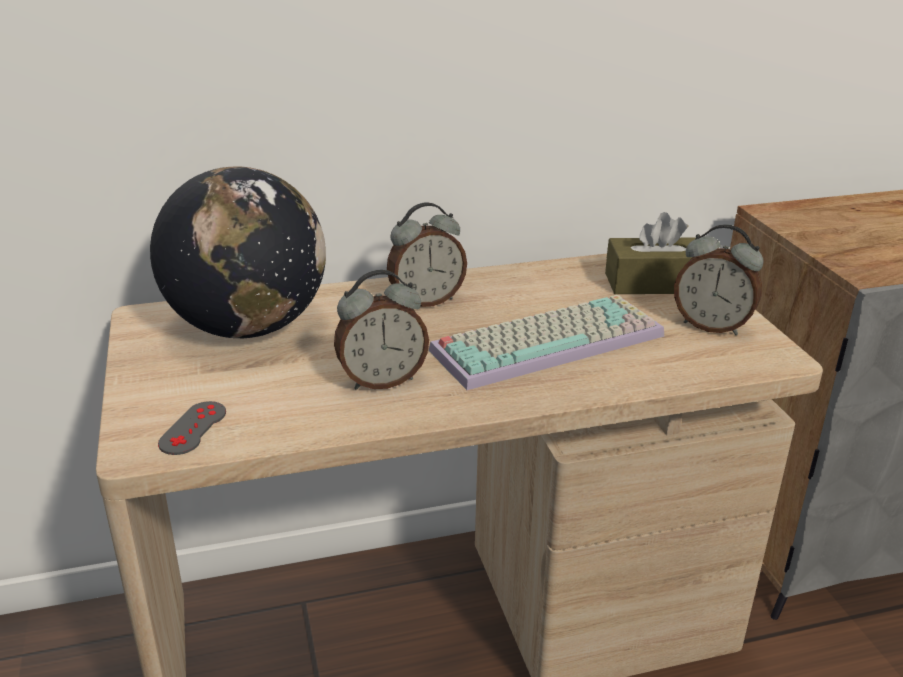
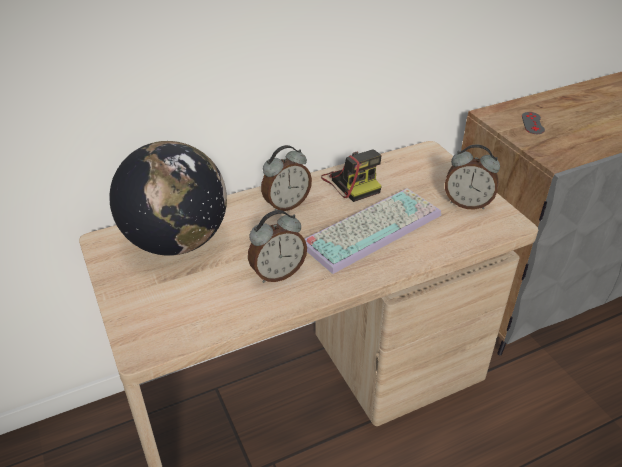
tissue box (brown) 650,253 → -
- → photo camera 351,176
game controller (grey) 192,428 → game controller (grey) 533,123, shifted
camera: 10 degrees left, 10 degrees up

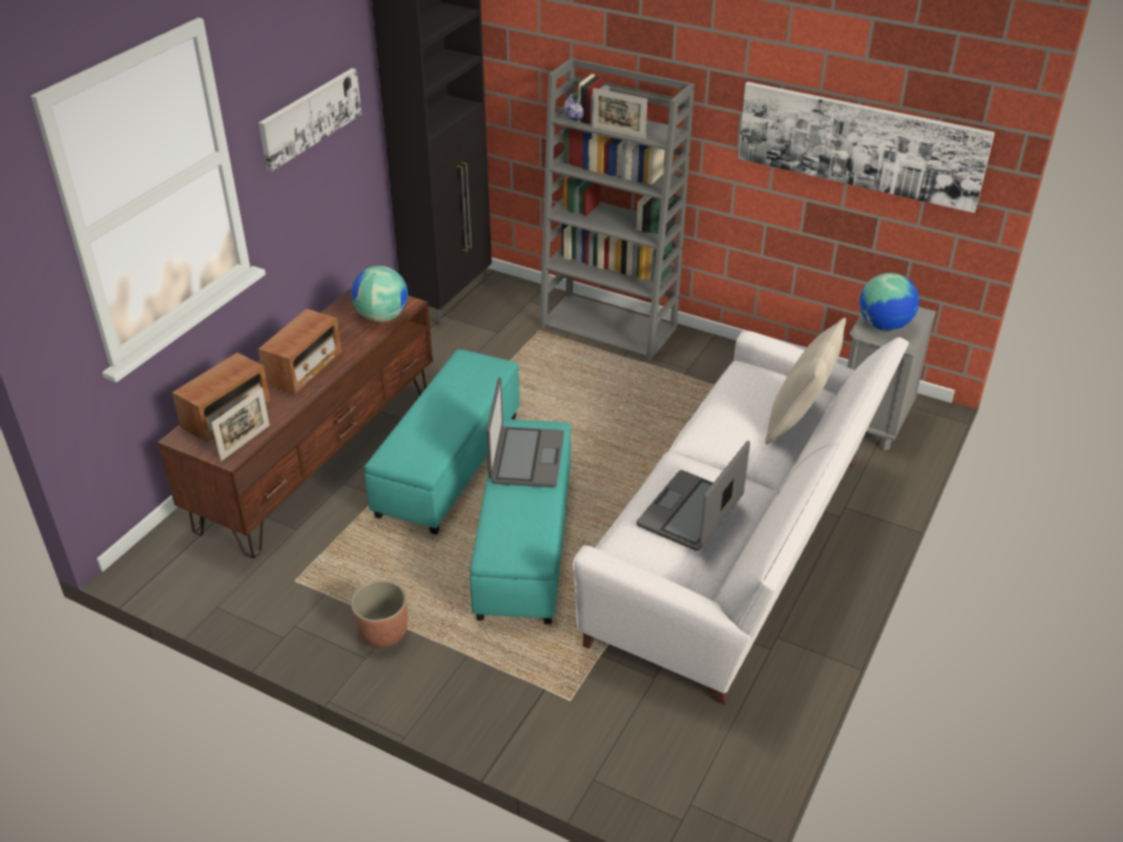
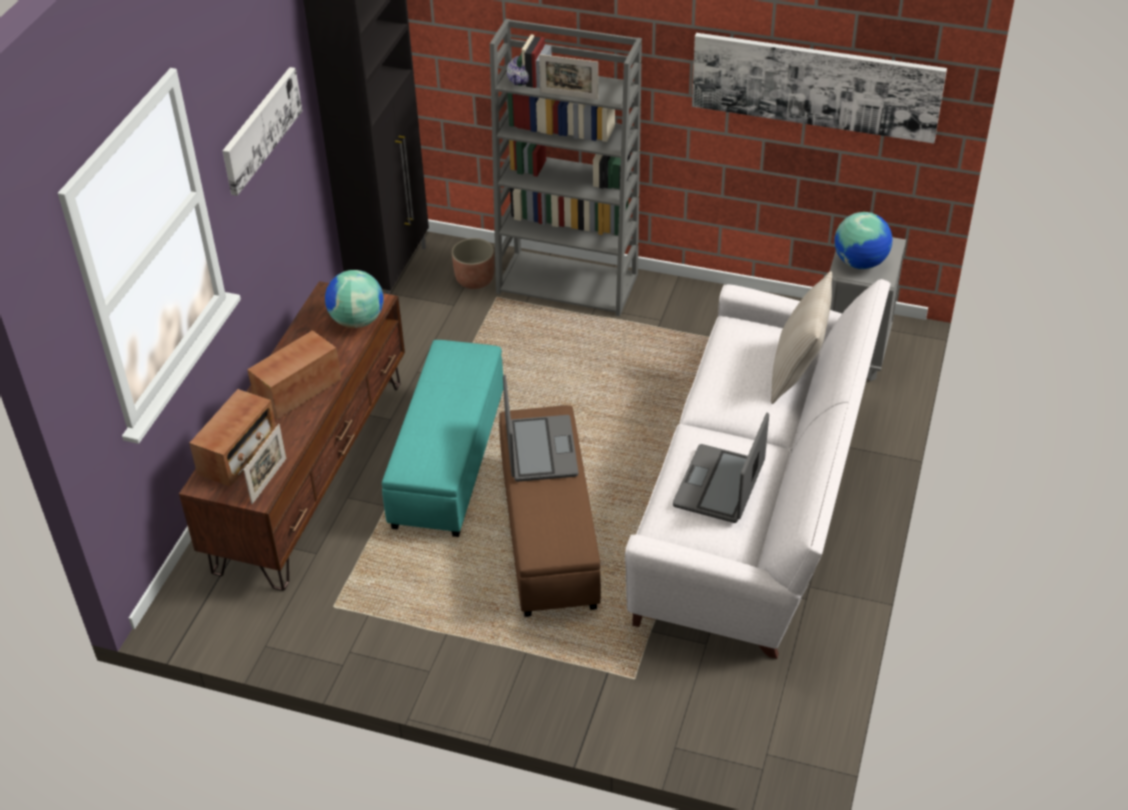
planter 379,614 → planter 473,263, shifted
ottoman (turquoise) 520,521 → ottoman (brown) 550,511
radio 299,351 → radio 294,374, 150 degrees counterclockwise
camera: 10 degrees left, 5 degrees up

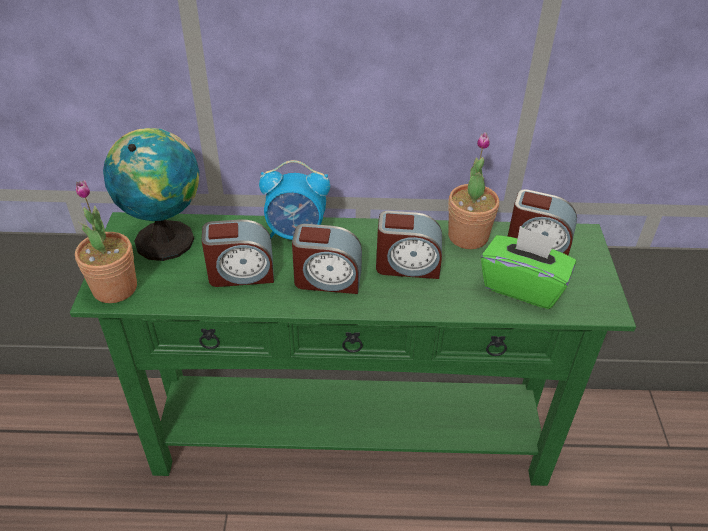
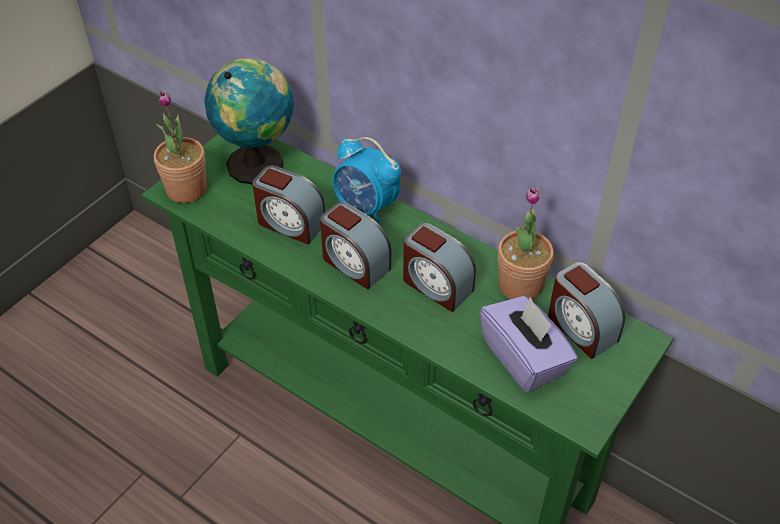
tissue box (green) 528,267 → tissue box (purple) 529,344
camera: 35 degrees right, 5 degrees up

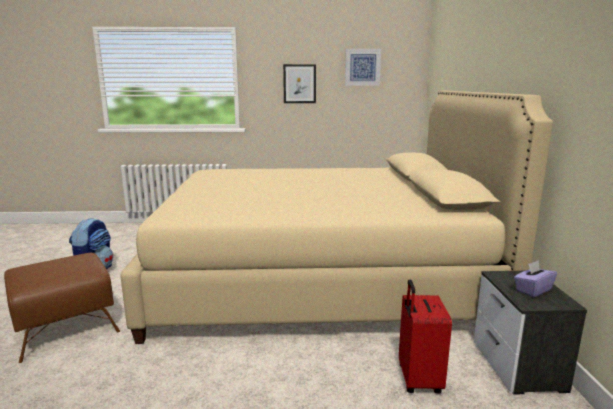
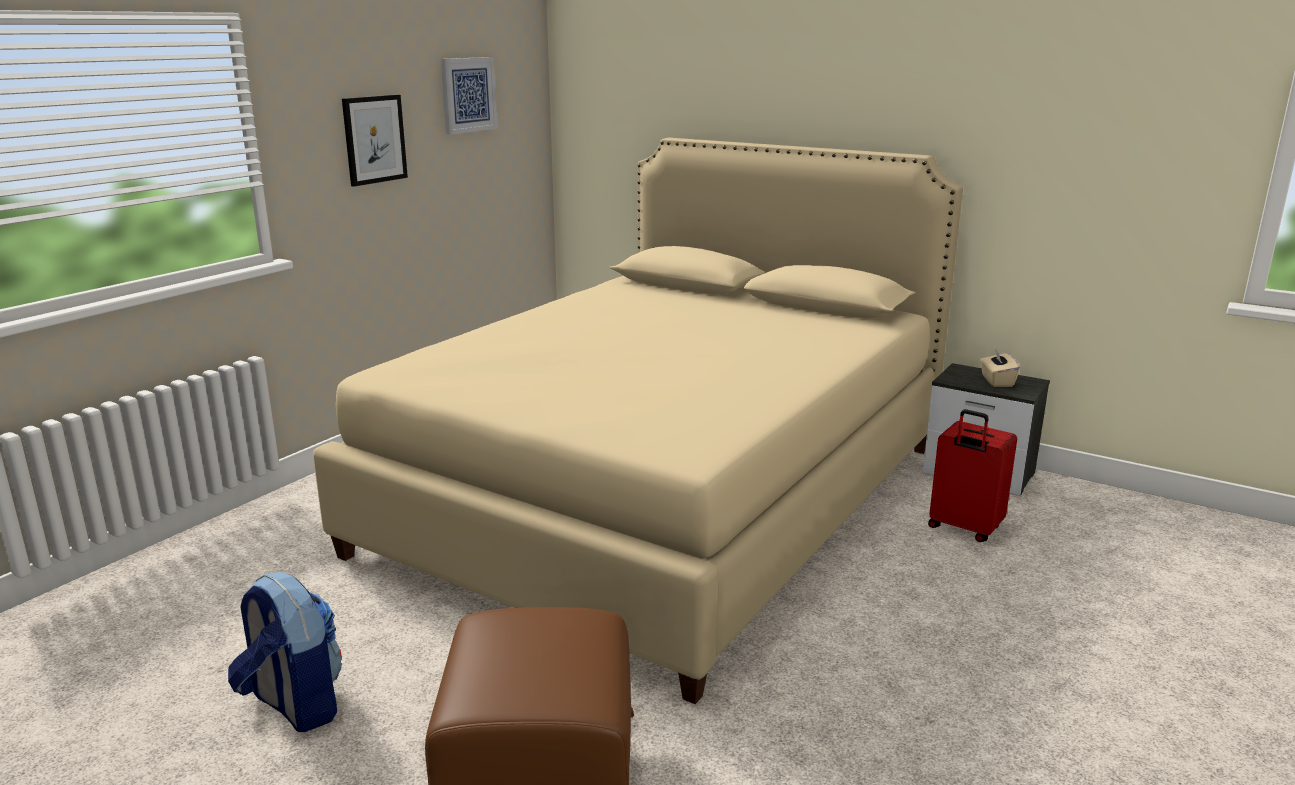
tissue box (purple) 535,278 → tissue box (beige) 1000,367
camera: 55 degrees left, 5 degrees up

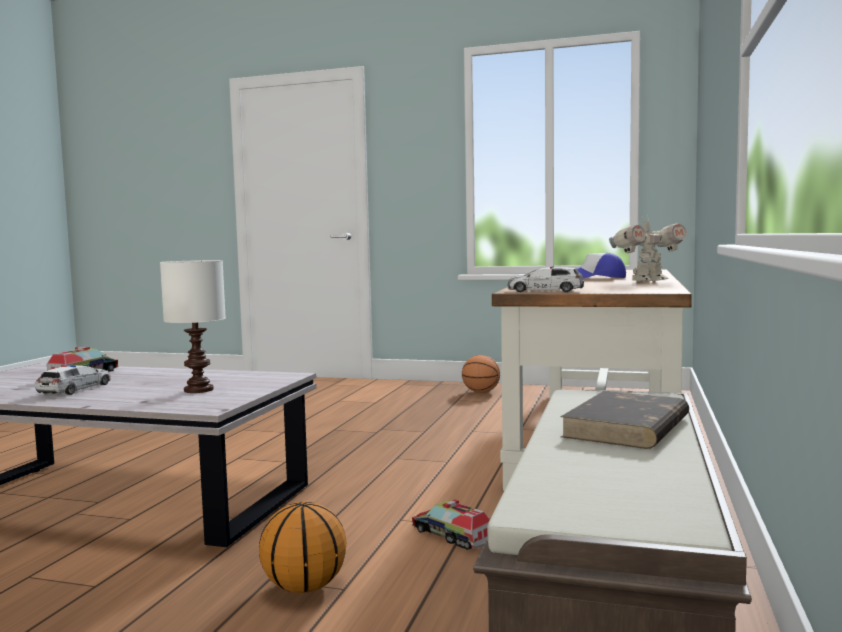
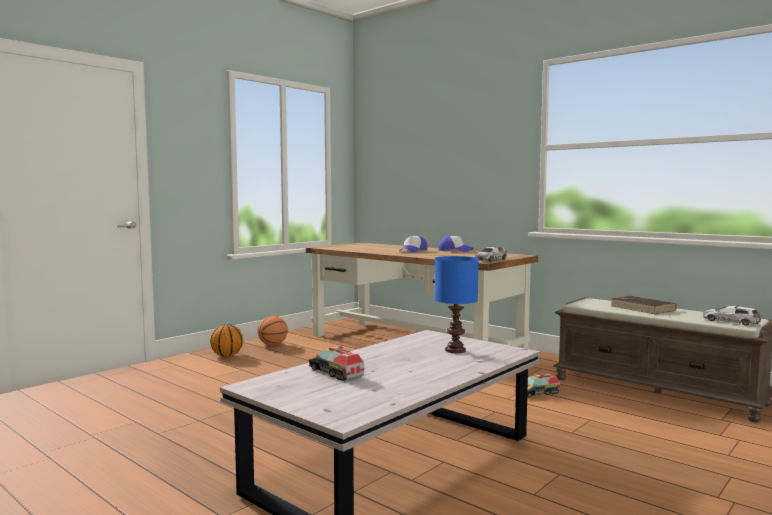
toy car 73,380 → toy car 732,316, shifted
basketball 302,547 → basketball 226,340, shifted
toy robot 648,248 → cap 455,244
table lamp (white) 193,326 → table lamp (blue) 456,304
camera: 65 degrees left, 0 degrees up

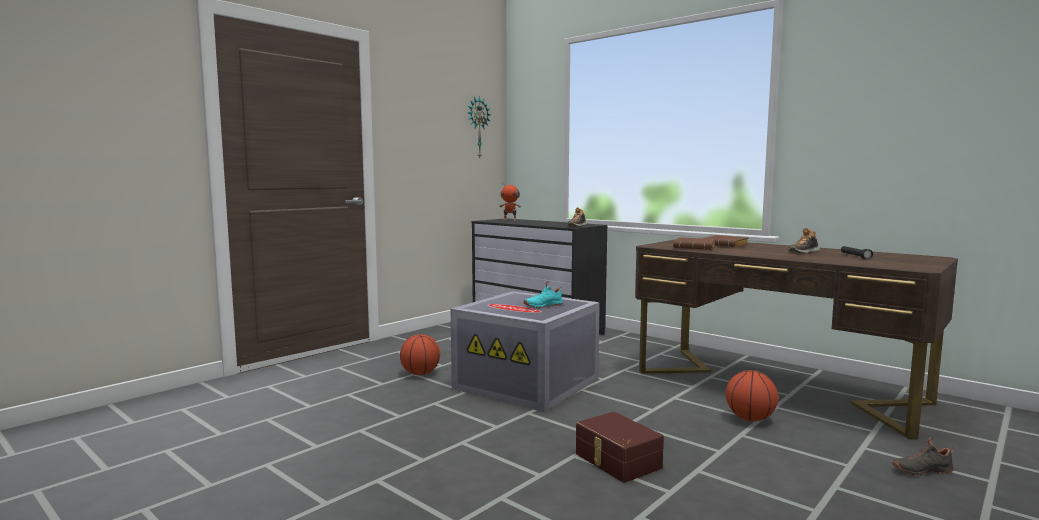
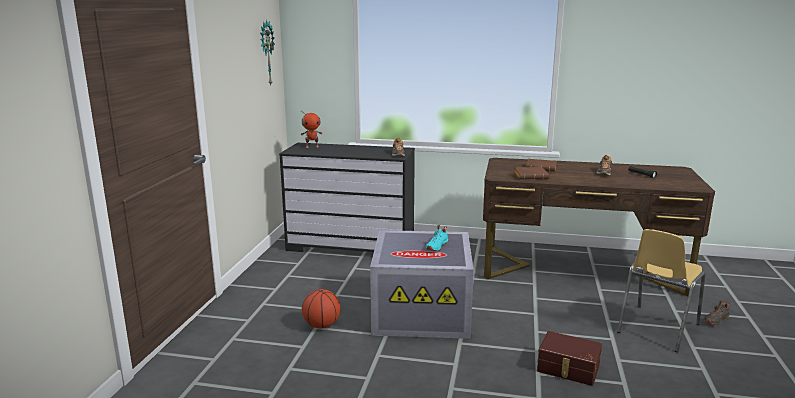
basketball 752,395 → -
- → chair (yellow) 661,290
camera: 30 degrees left, 10 degrees up

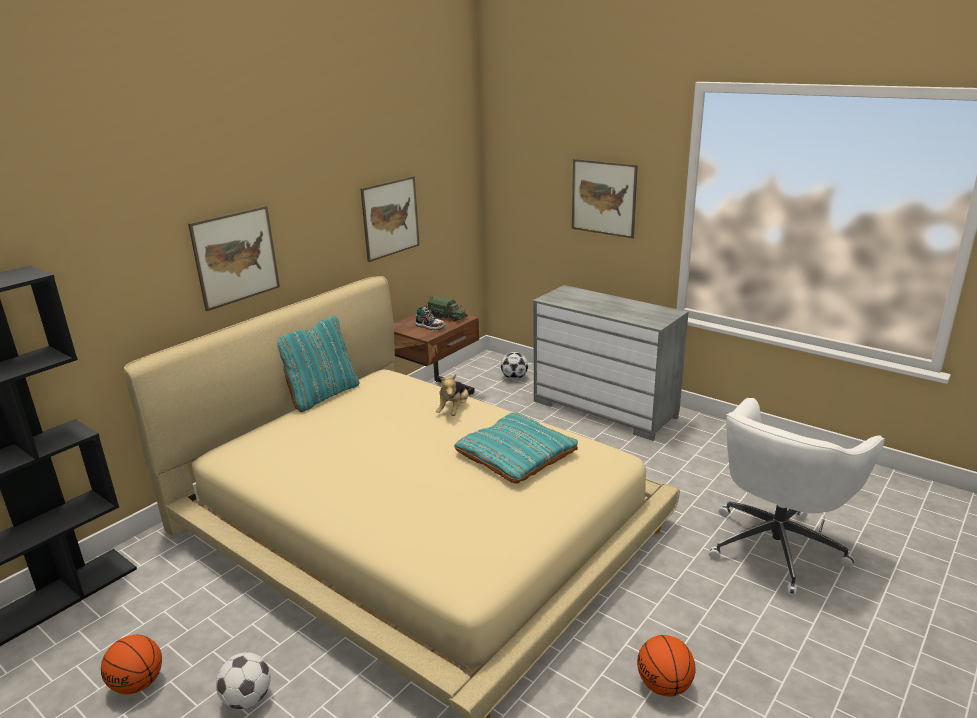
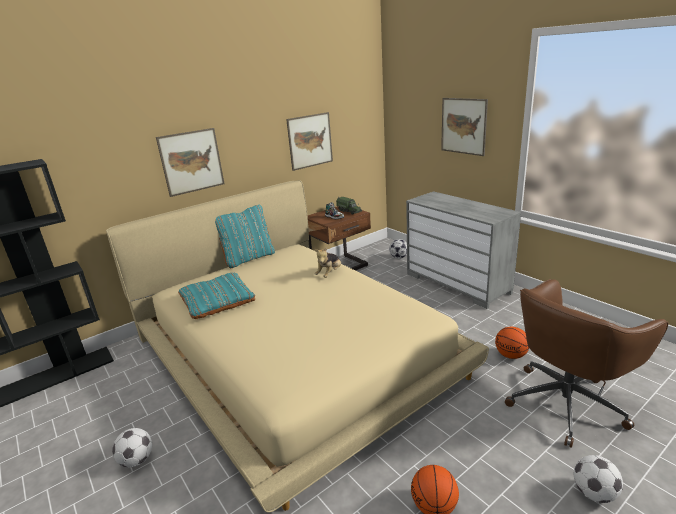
- → football 598,479
basketball 131,664 → basketball 512,343, shifted
pillow (turquoise) 516,448 → pillow (turquoise) 216,296, shifted
office chair (white) 797,497 → office chair (brown) 586,363
camera: 15 degrees right, 0 degrees up

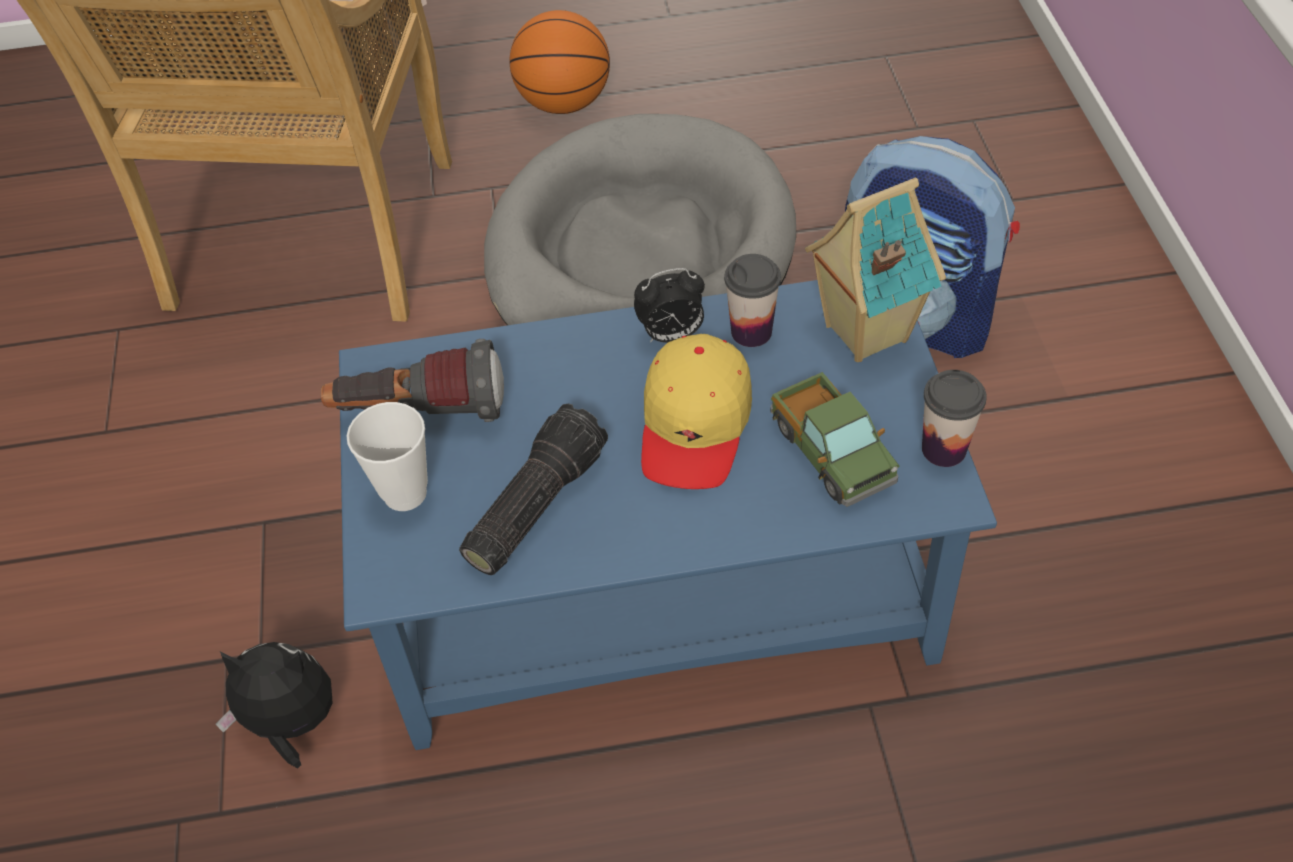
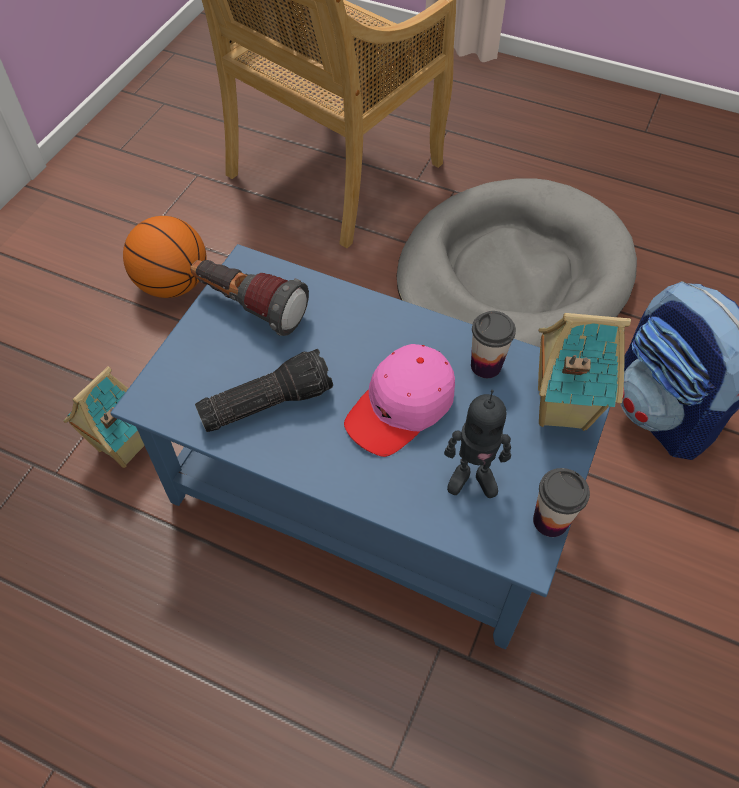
cup 387,456 → -
alarm clock 669,305 → -
basketball 559,62 → basketball 165,257, shifted
plush toy 274,705 → toy house 104,417
toy truck 835,439 → toy robot 477,444
cap (yellow) 696,411 → cap (pink) 399,400
camera: 30 degrees right, 5 degrees up

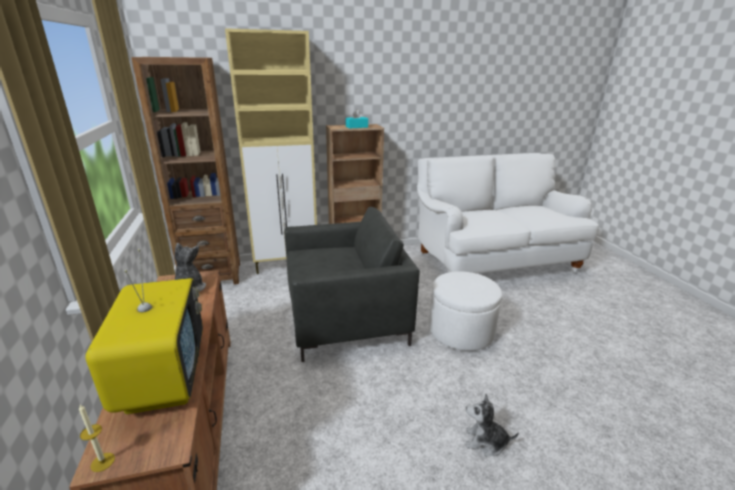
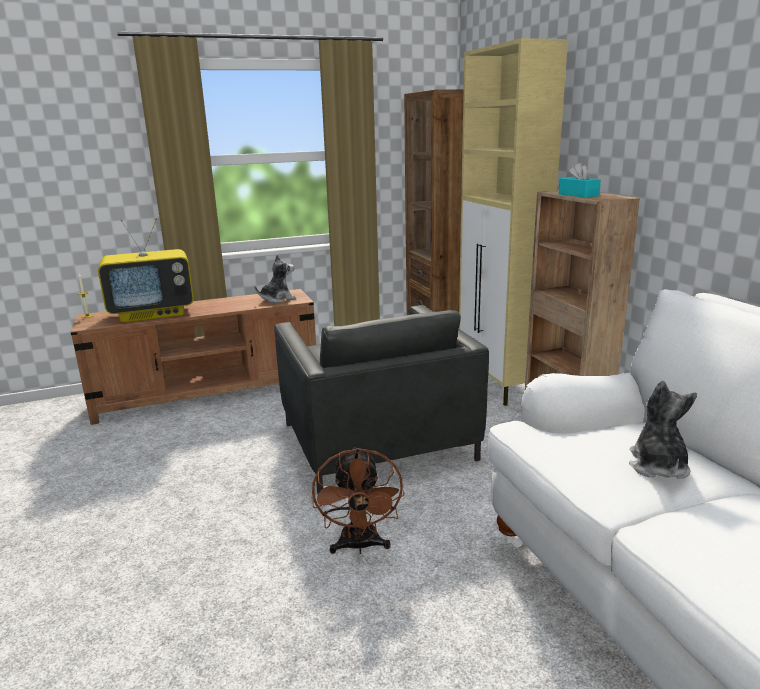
plush toy 492,425 → plush toy 663,430, shifted
ottoman (white) 465,311 → fan (brown) 358,500
camera: 85 degrees right, 5 degrees down

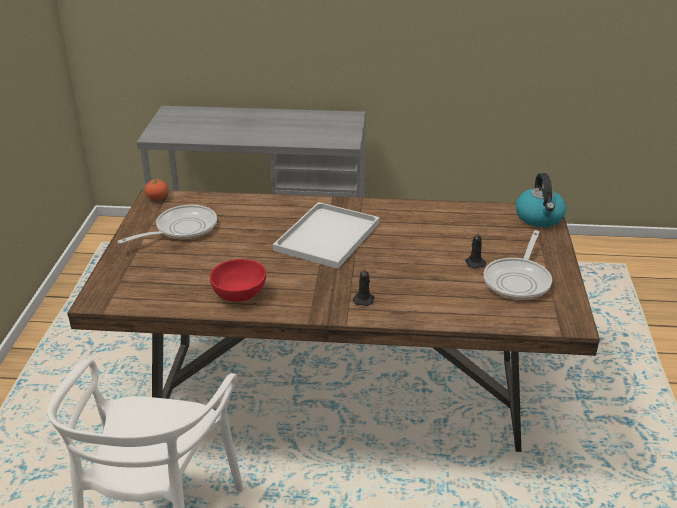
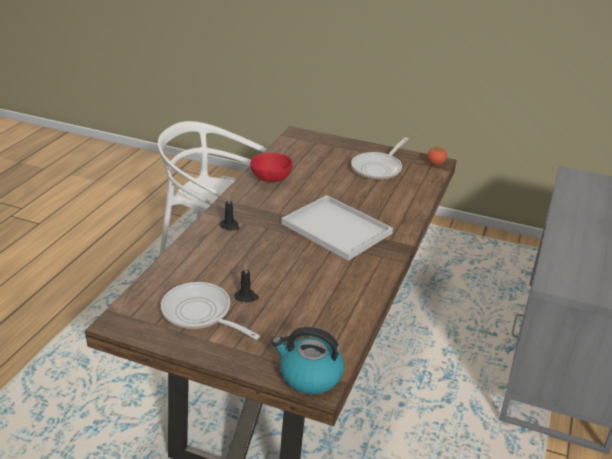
frying pan 167,224 → frying pan 379,158, 60 degrees clockwise
camera: 105 degrees right, 0 degrees up

